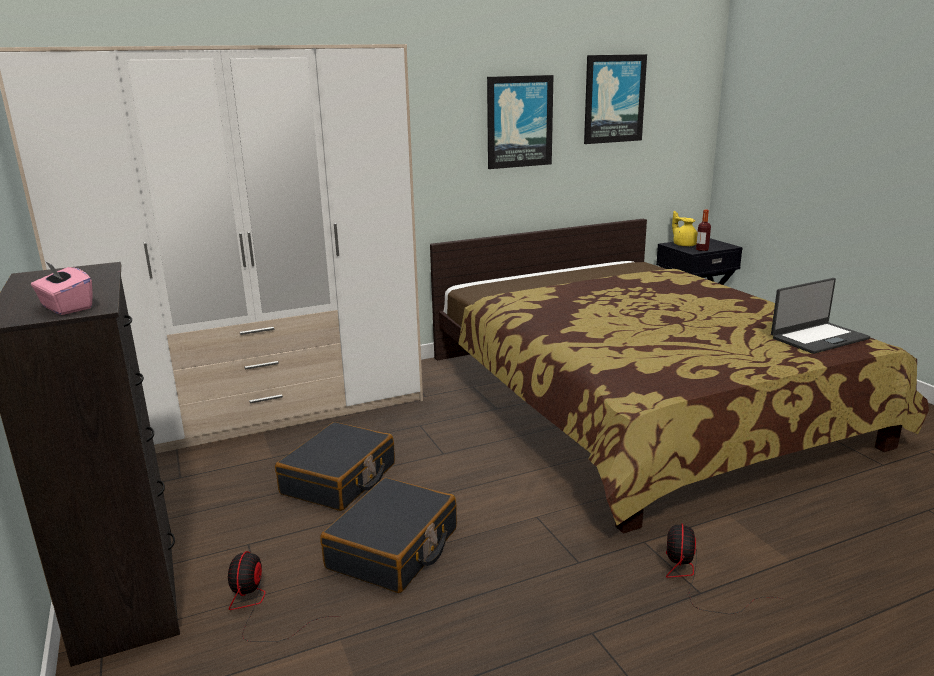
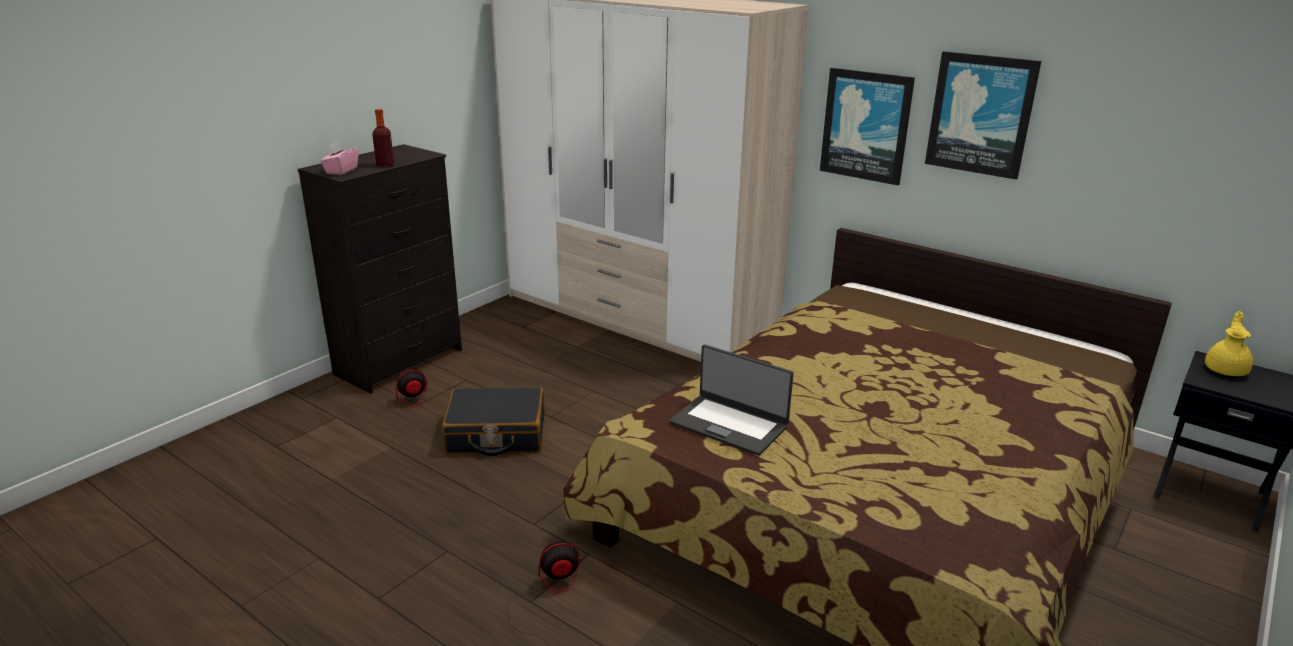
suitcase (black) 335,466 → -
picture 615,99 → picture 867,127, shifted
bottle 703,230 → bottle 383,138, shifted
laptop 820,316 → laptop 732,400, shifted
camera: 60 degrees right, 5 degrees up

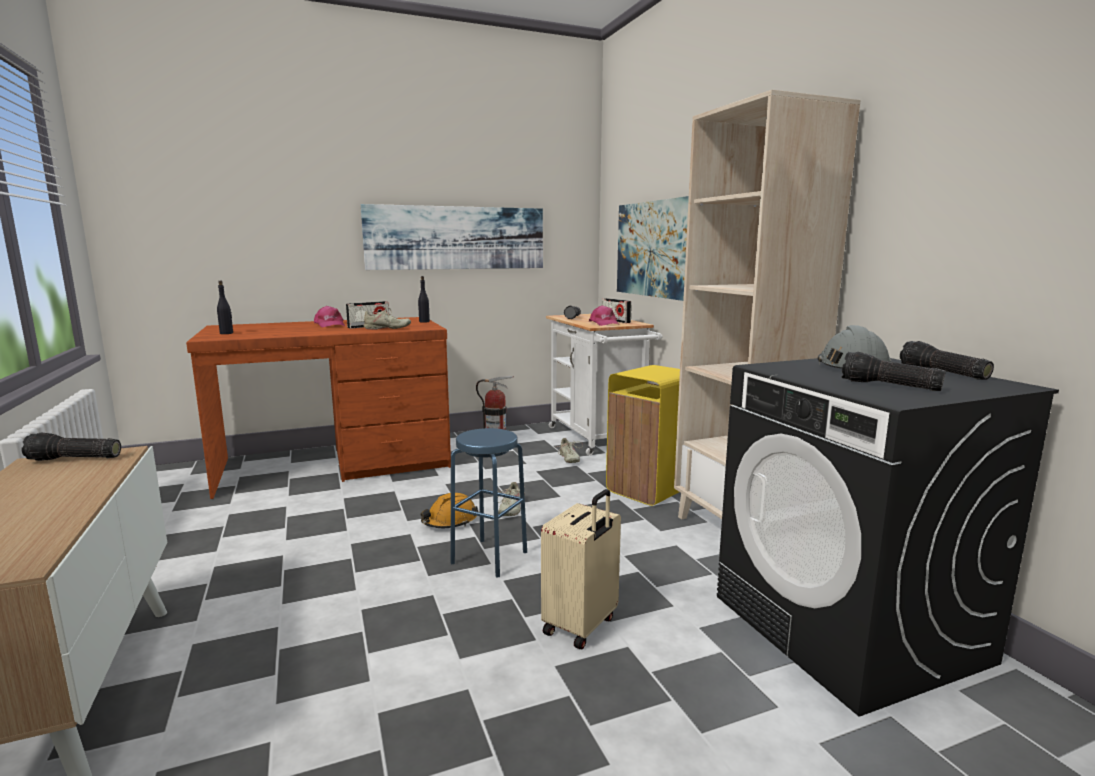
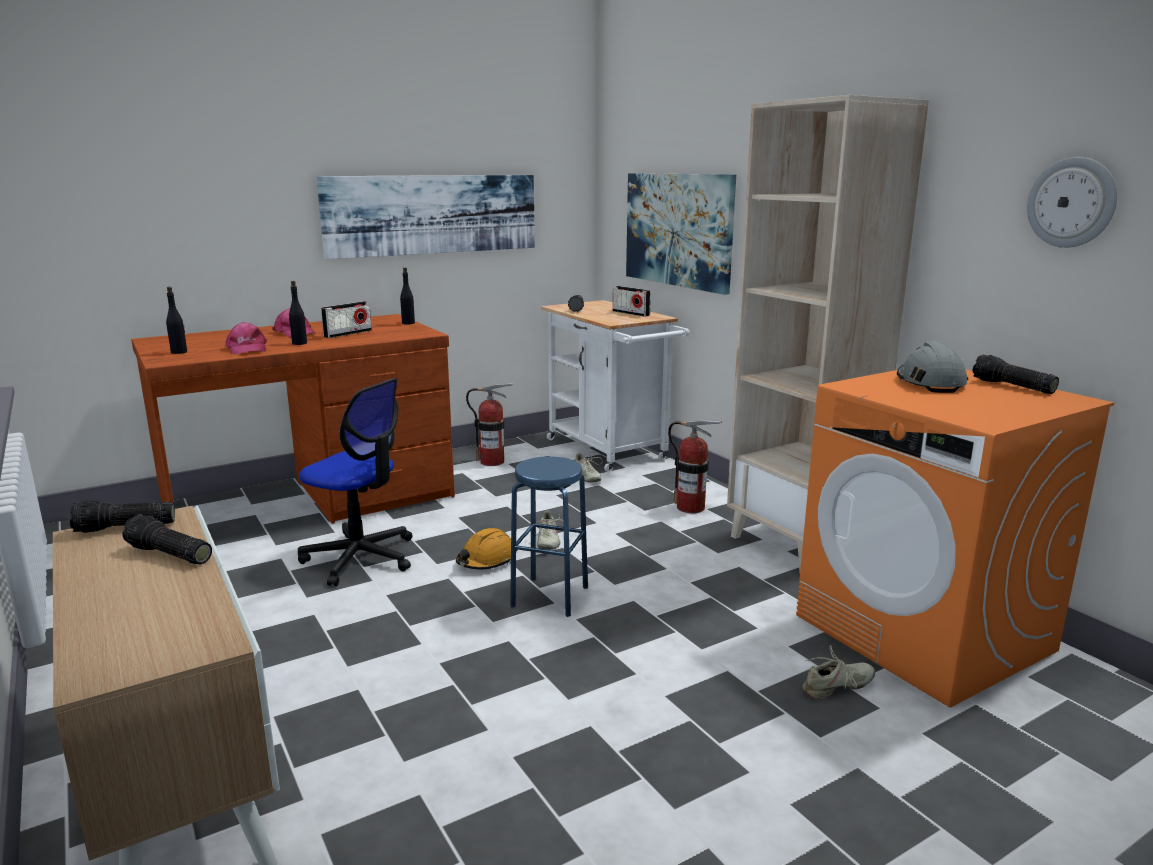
suitcase (beige) 581,569 → -
- → bottle (black) 298,313
- → office chair 355,482
- → wall clock 1072,202
shoe (beige) 387,319 → shoe (beige) 838,672, shifted
cap (pink) 603,315 → cap (pink) 246,338, shifted
flashlight 893,371 → flashlight 167,539, shifted
trash can (yellow) 643,435 → fire extinguisher 695,466
washing machine (black) 888,537 → washing machine (orange) 955,538
camera: 10 degrees left, 5 degrees up

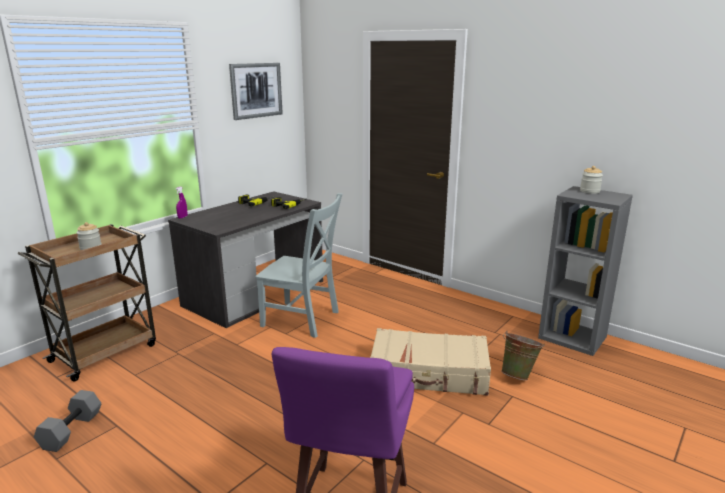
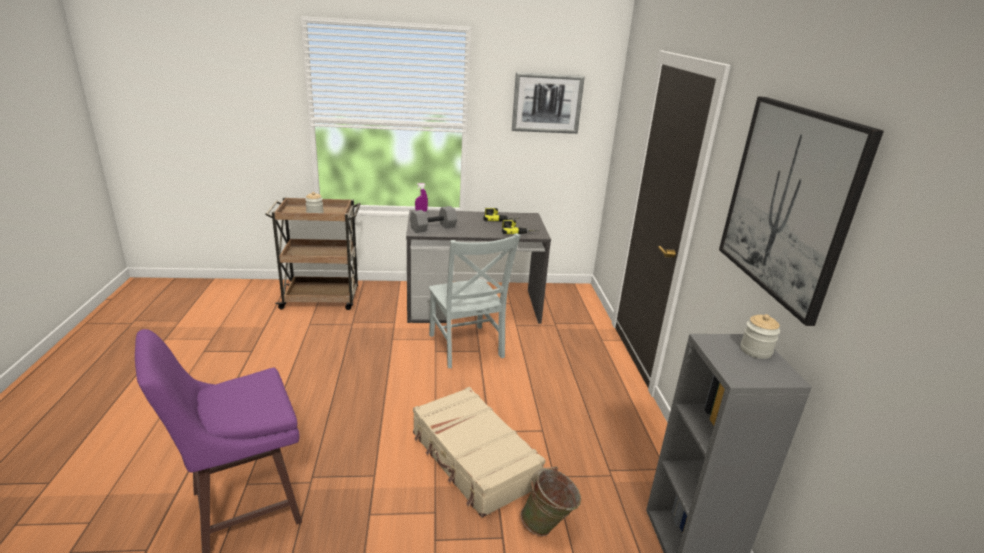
- → picture 801,211
dumbbell (grey) 67,421 → dumbbell (grey) 433,219, shifted
camera: 45 degrees right, 5 degrees up

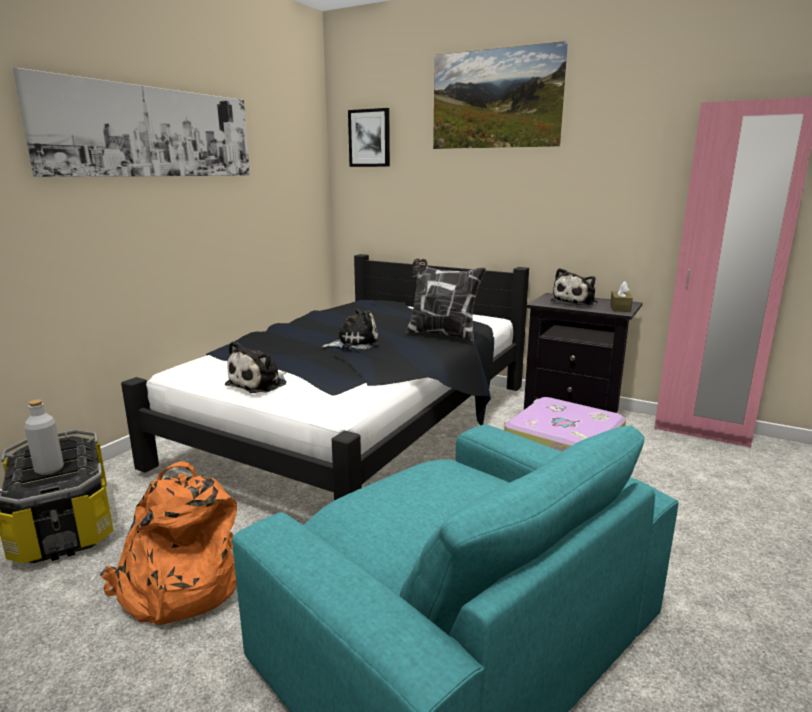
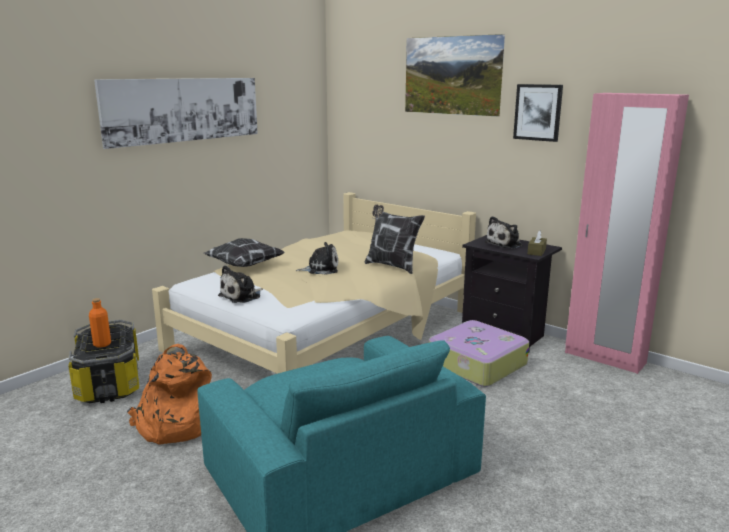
- → pillow 244,252
picture 369,137 → picture 538,113, shifted
bottle (grey) 44,437 → bottle (orange) 100,323
bed (black) 325,377 → bed (beige) 314,283
camera: 10 degrees right, 0 degrees up

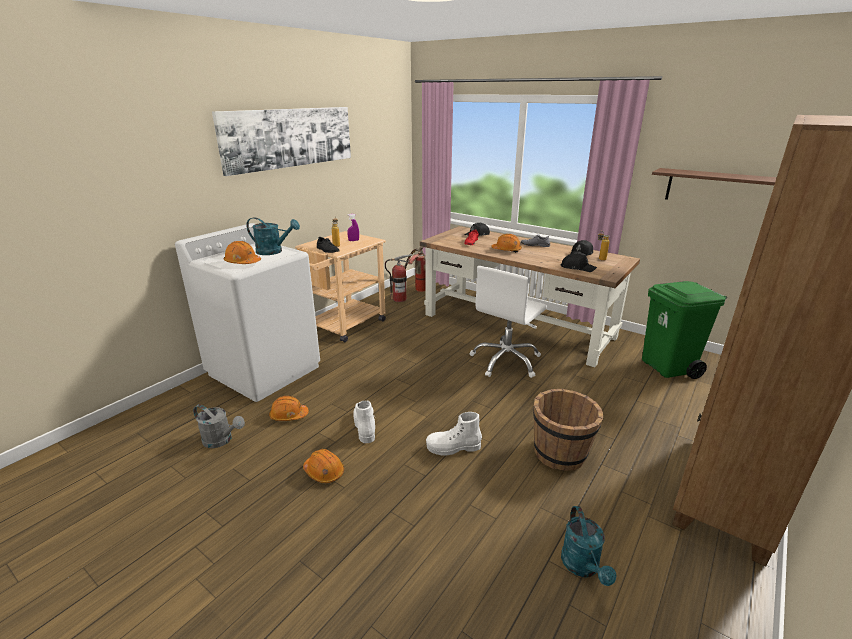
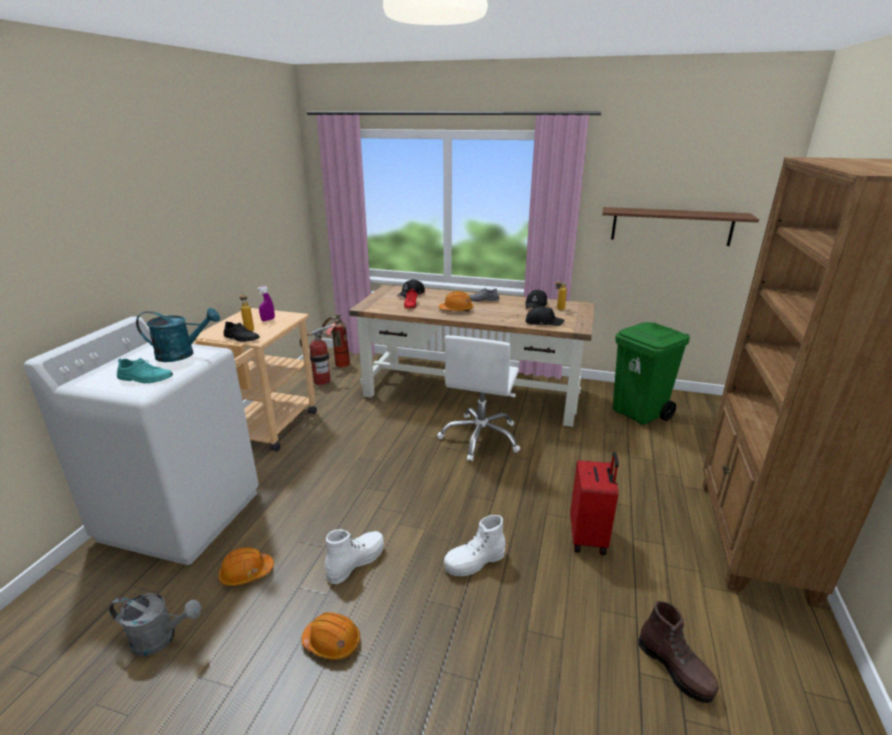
picture 281,141 → -
hard hat (orange) 242,252 → shoe (turquoise) 145,370
bucket (brown) 568,430 → suitcase (red) 594,503
watering can (turquoise) 589,546 → boot (brown) 679,652
boot (white) 364,422 → boot (white) 354,556, 75 degrees clockwise
camera: 20 degrees left, 0 degrees up

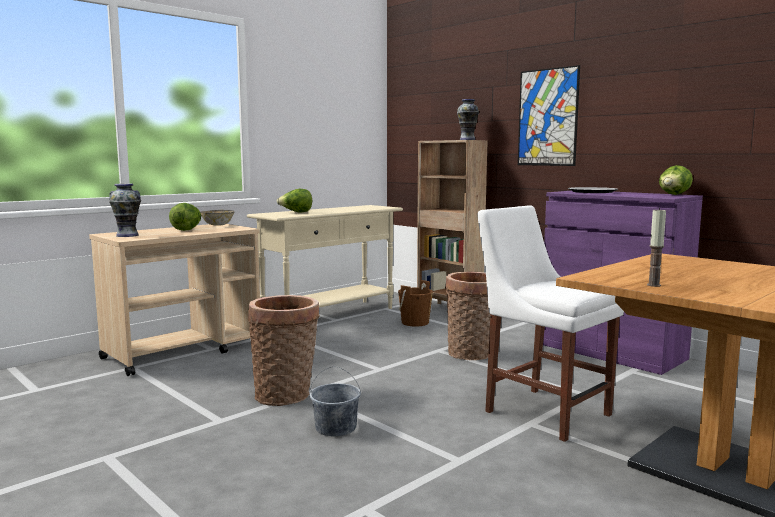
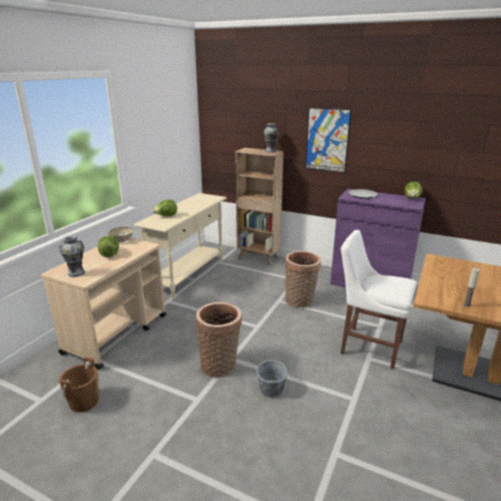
bucket (brown) 415,303 → bucket (brown) 79,384, shifted
camera: 20 degrees left, 15 degrees up

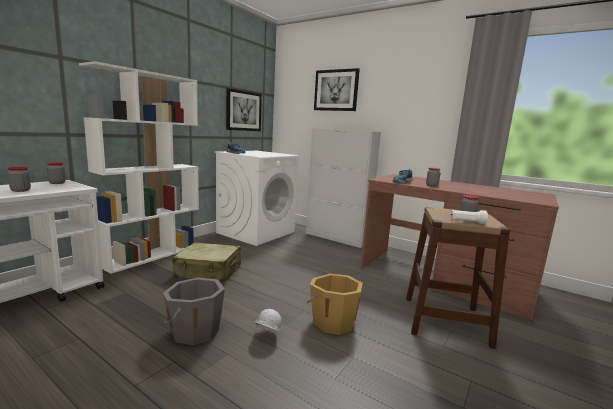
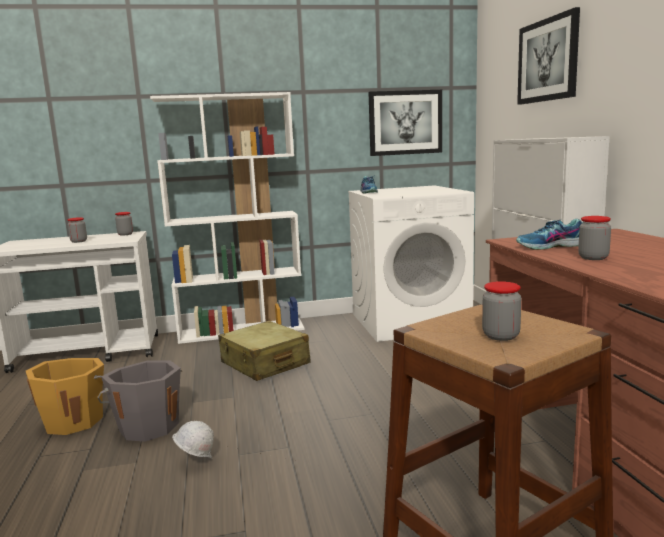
flashlight (white) 469,217 → -
bucket (orange) 335,304 → bucket (orange) 65,396, shifted
camera: 45 degrees right, 0 degrees up

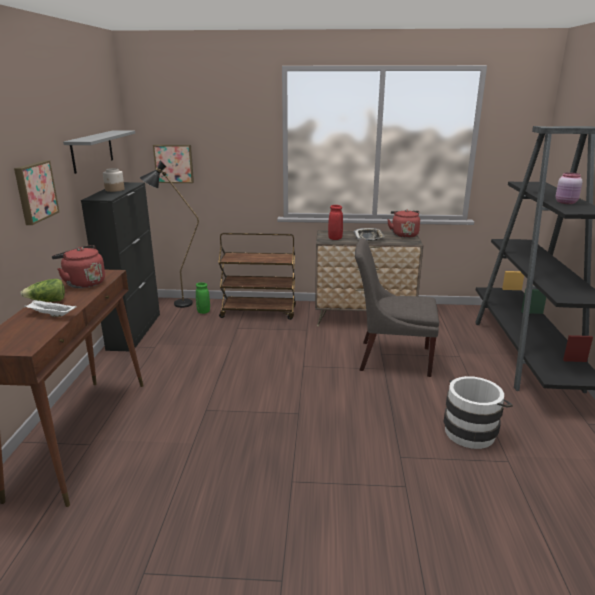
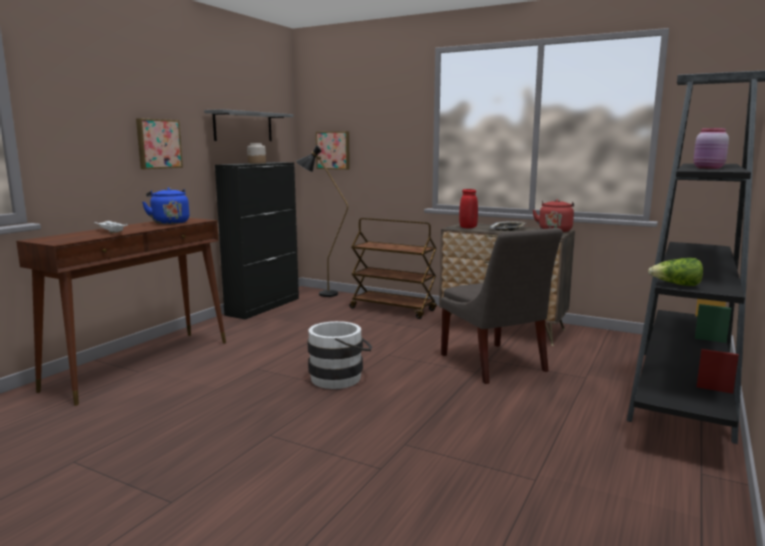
vase (green) 203,298 → -
lettuce 42,290 → lettuce 675,272, shifted
bucket (white) 478,412 → bucket (white) 340,355, shifted
kettle (red) 78,266 → kettle (blue) 166,205
chair (grey) 397,307 → chair (grey) 502,306, 150 degrees counterclockwise
camera: 25 degrees right, 10 degrees down

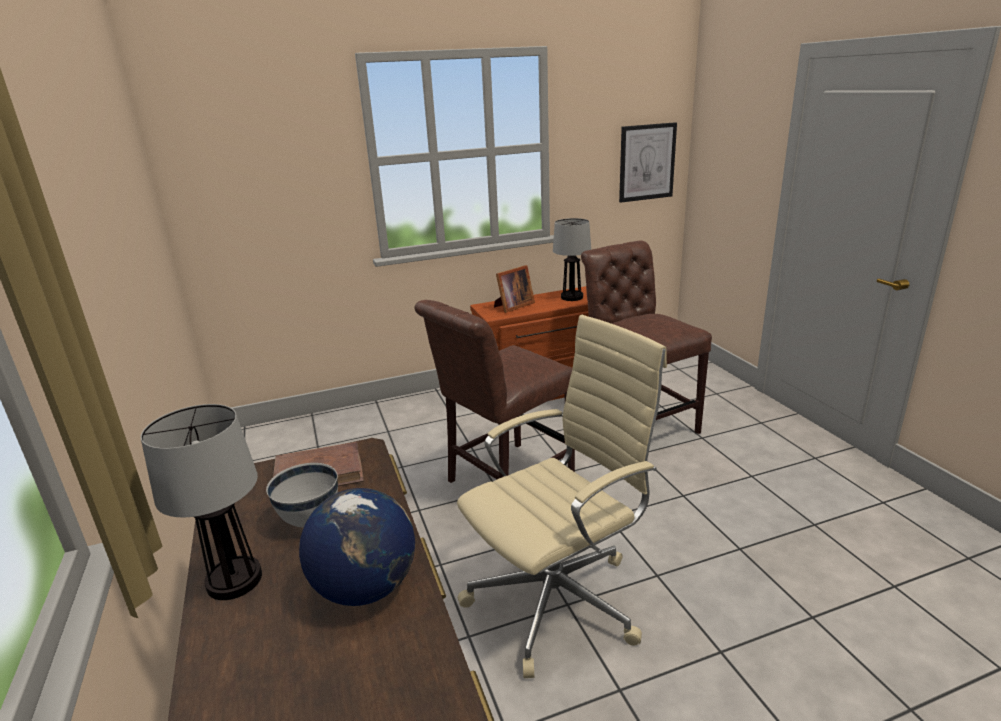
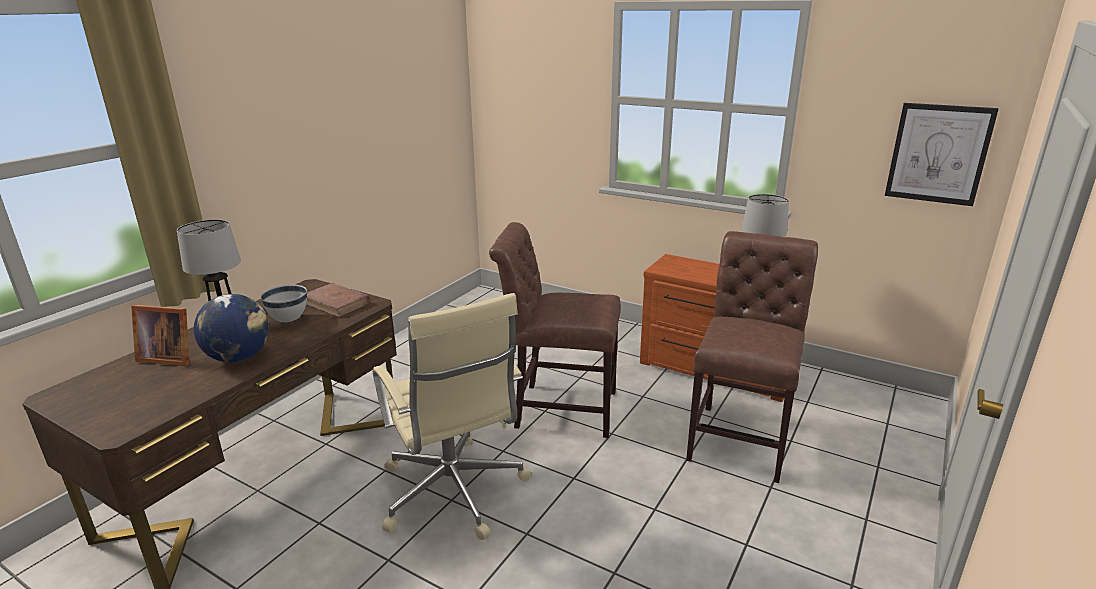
picture frame 514,289 → picture frame 160,335, shifted
office chair (beige) 562,496 → office chair (beige) 452,416, 45 degrees clockwise
camera: 50 degrees right, 0 degrees up

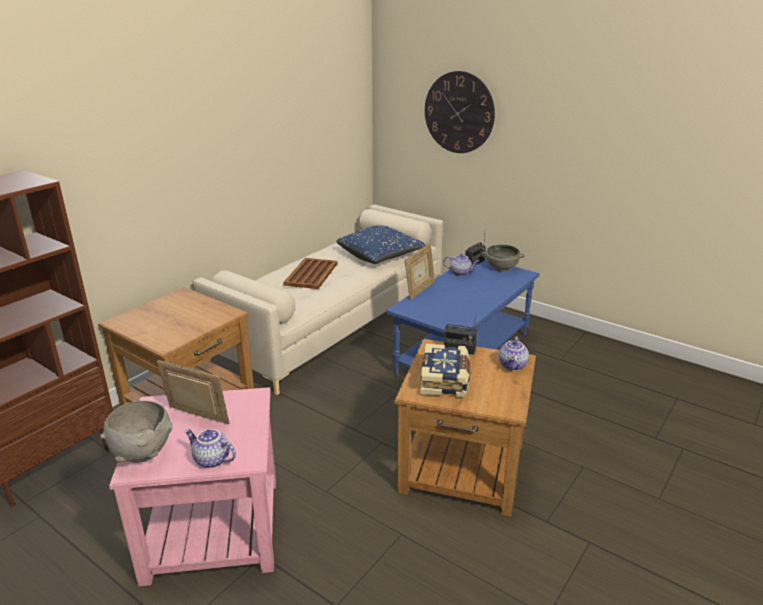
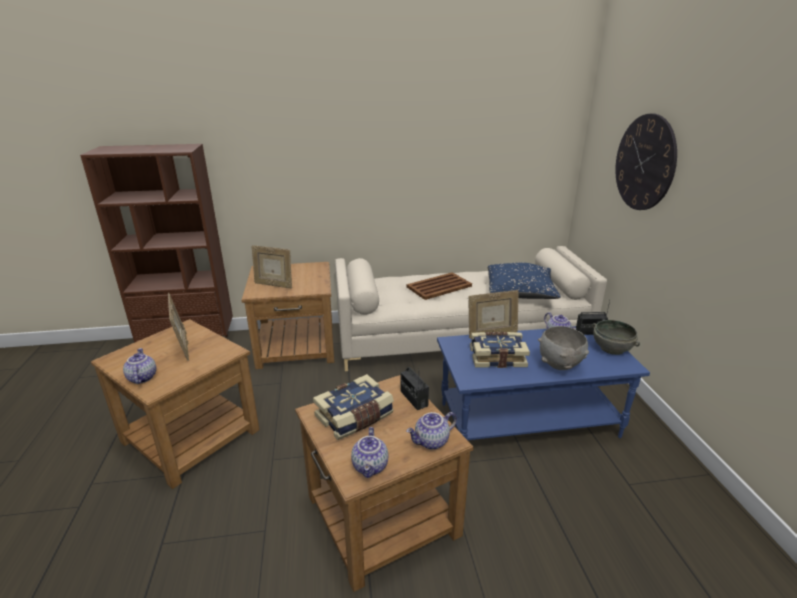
- → picture frame 271,266
- → teapot 369,452
- → book 500,350
bowl (grey) 136,432 → bowl (grey) 563,348, shifted
side table (pink) 192,486 → side table (brown) 175,404
camera: 45 degrees right, 0 degrees up

